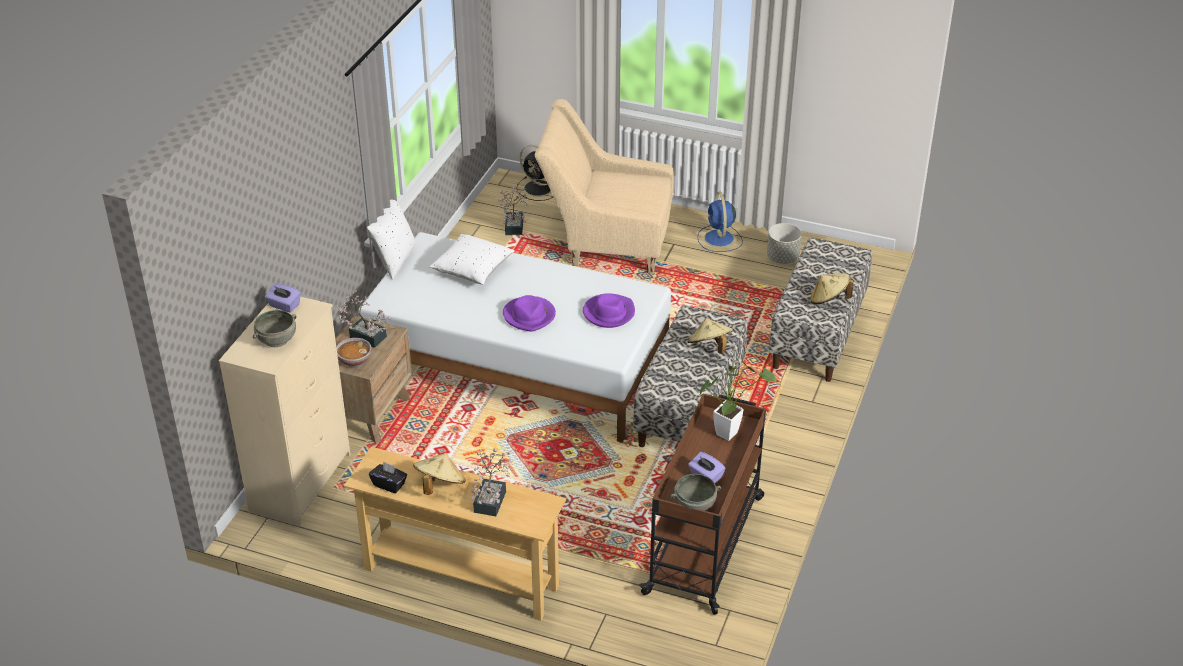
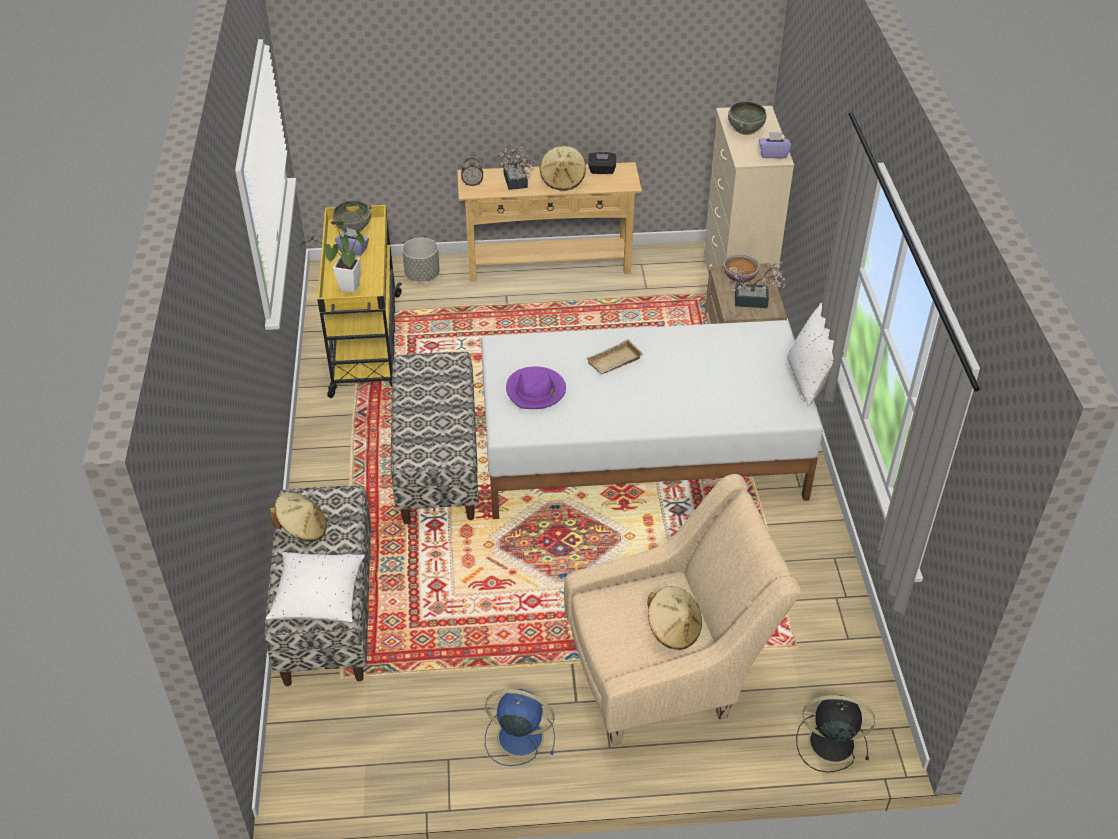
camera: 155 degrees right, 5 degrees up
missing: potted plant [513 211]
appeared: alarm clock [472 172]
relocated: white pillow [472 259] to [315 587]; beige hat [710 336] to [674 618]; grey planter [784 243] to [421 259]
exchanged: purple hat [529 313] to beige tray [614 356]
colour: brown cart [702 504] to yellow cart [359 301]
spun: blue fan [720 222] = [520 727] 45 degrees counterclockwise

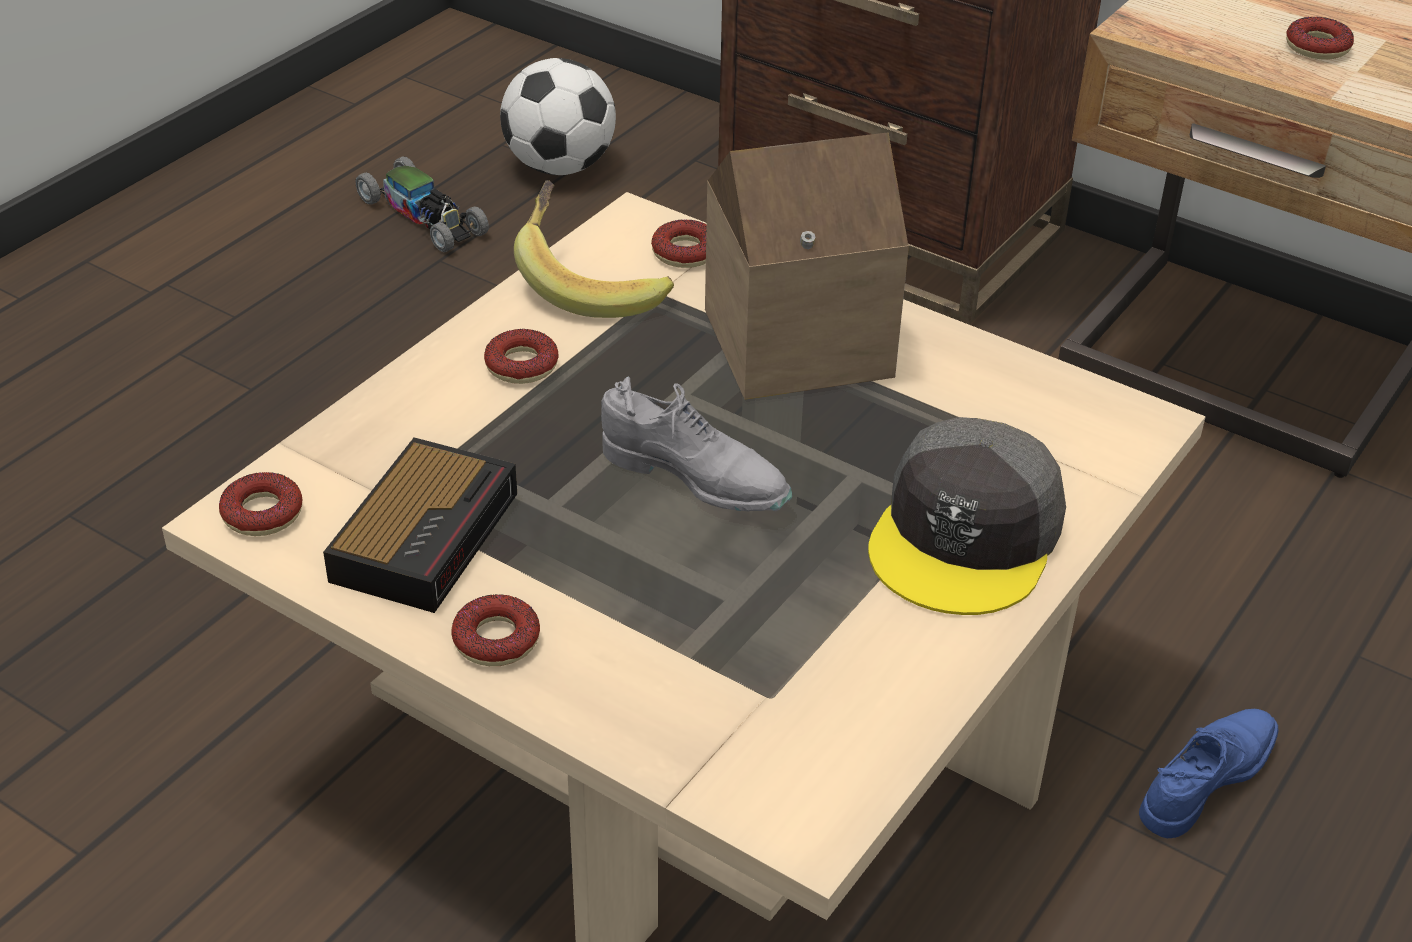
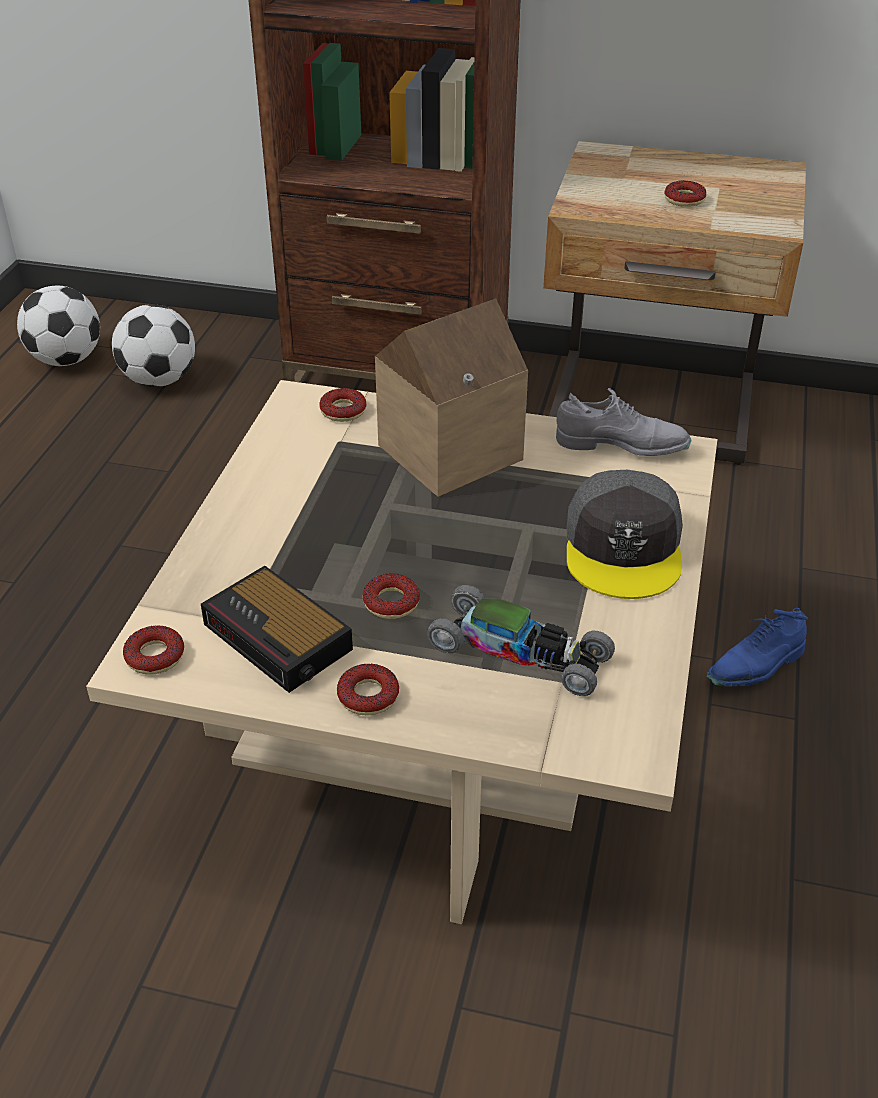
camera: 20 degrees left, 0 degrees up
missing: banana [594 249]
appeared: football [58 326]
relocated: toy car [422 204] to [521 640]; donut [521 356] to [391 596]; grey shoe [696 444] to [623 422]
spun: alarm clock [420 525] = [277 629] 135 degrees clockwise; blue shoe [1208 773] = [757 647] 150 degrees counterclockwise

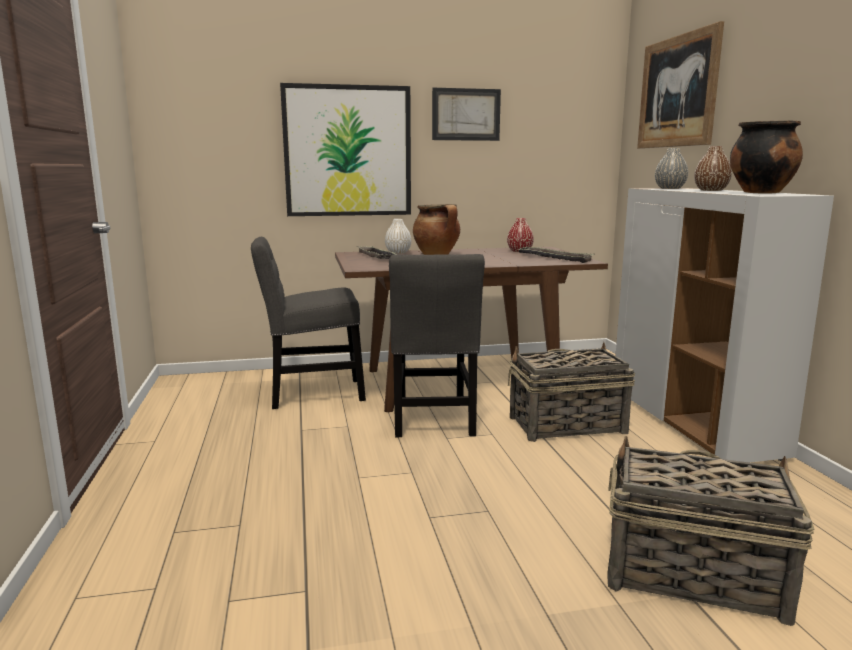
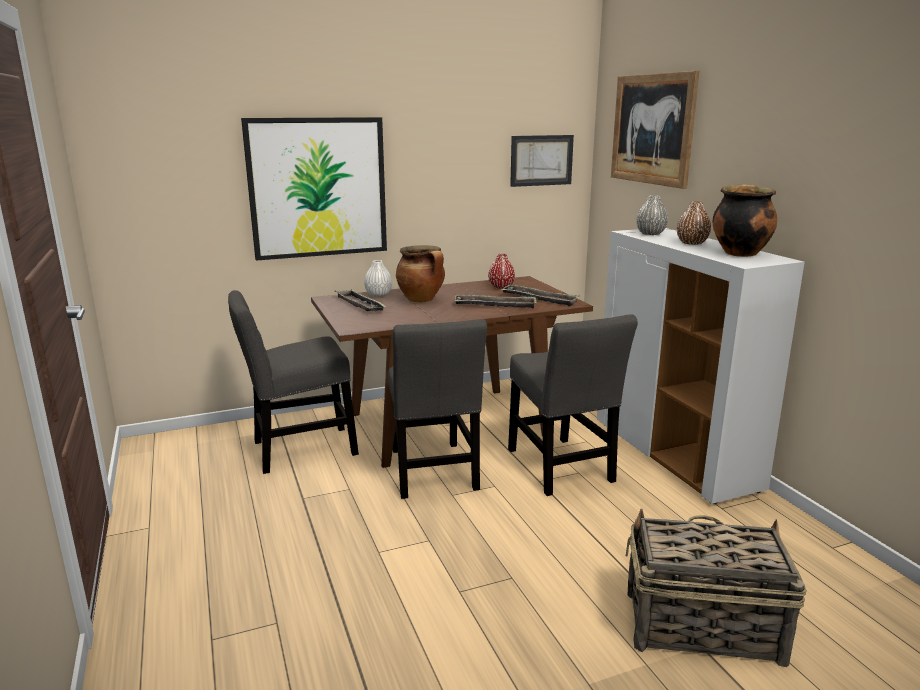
camera: 10 degrees left, 5 degrees up
appeared: tray [495 302]
relocated: picture [466 114] to [542 161]
exchanged: basket [571 392] to grey chair [573 405]

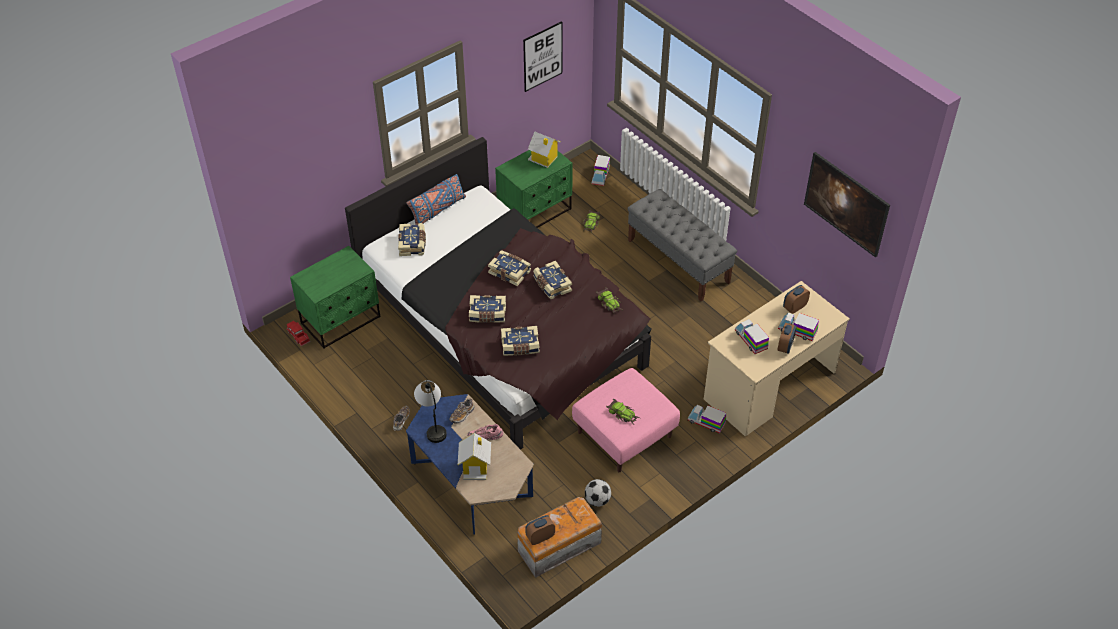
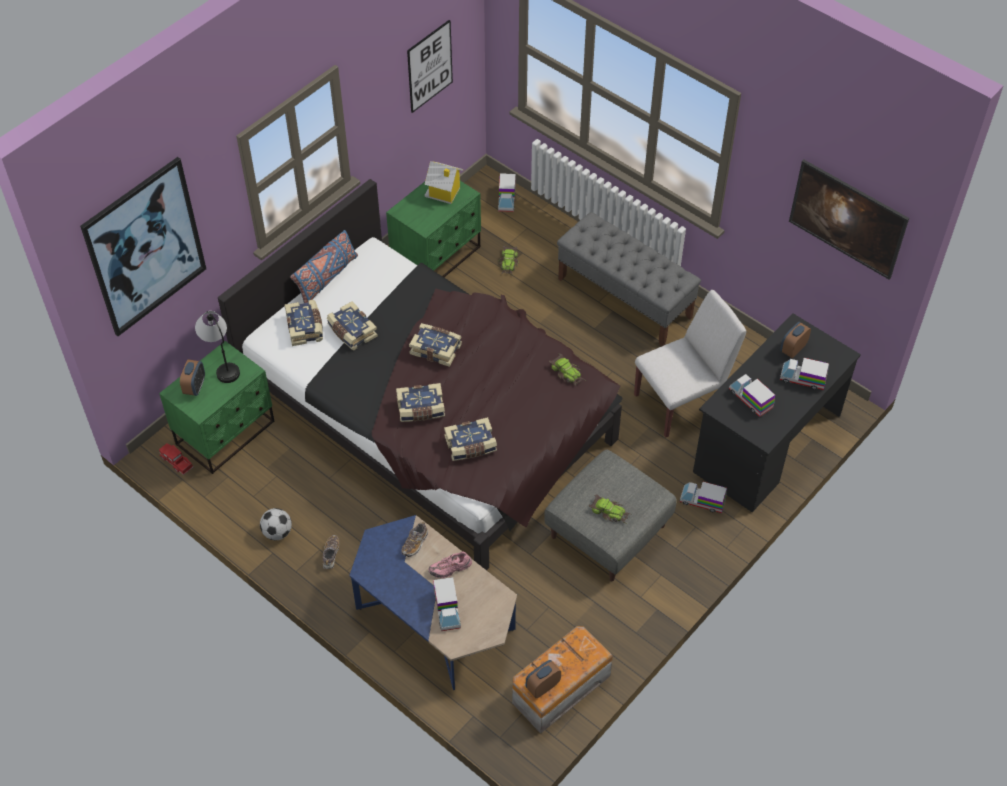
camera: 10 degrees left, 5 degrees up
appeared: picture [143 246]; white chair [690 363]
relocated: table lamp [430 411] to [217 347]; book [552 280] to [352 326]; football [598 493] to [276 524]; alarm clock [787 338] to [192 378]
exchanged: toy house [474 456] to toy truck [447 604]
colour: pink ottoman [626 420] to grey ottoman [610 515]; beige desk [777 359] to black desk [777 412]

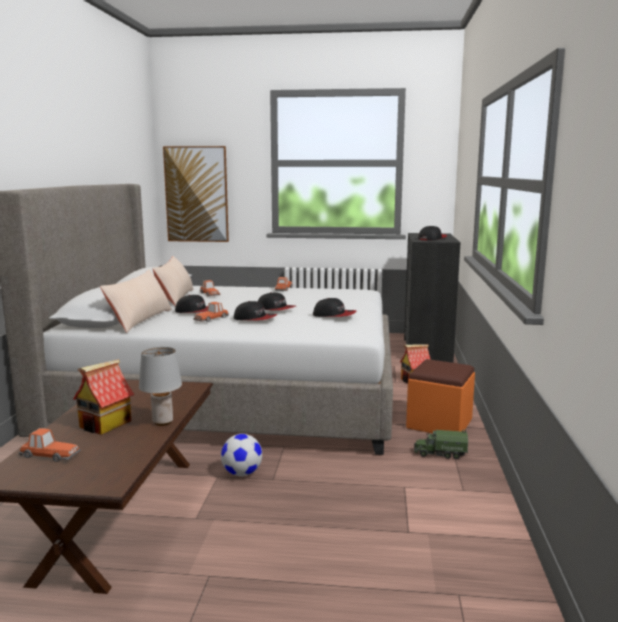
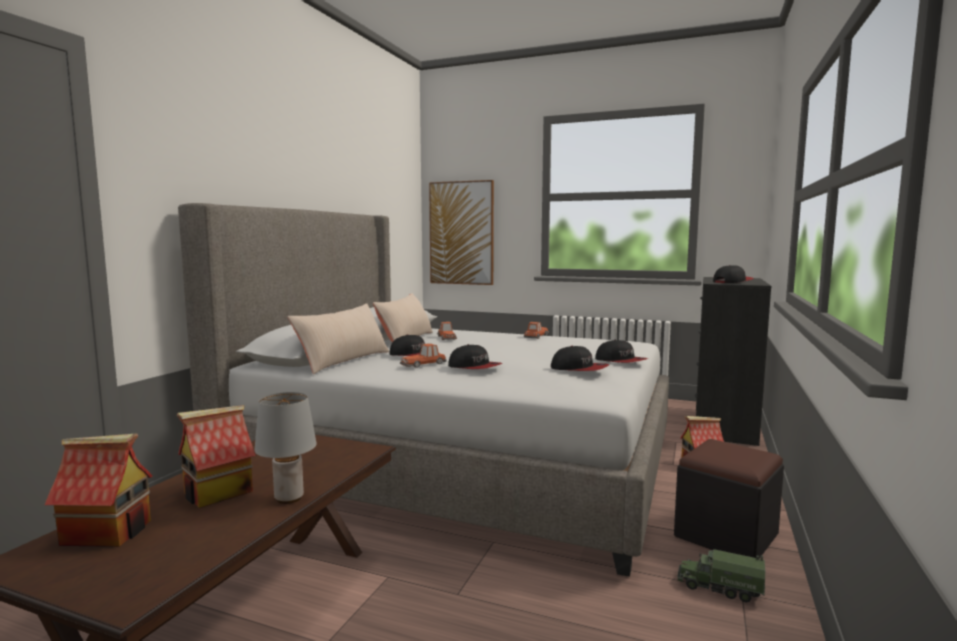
camera: 15 degrees right, 5 degrees down
missing: football [241 455]
relocated: cap [277 301] to [621 351]
exchanged: toy car [50 445] to toy house [98 490]
colour: orange ottoman [440 396] to black ottoman [729 499]

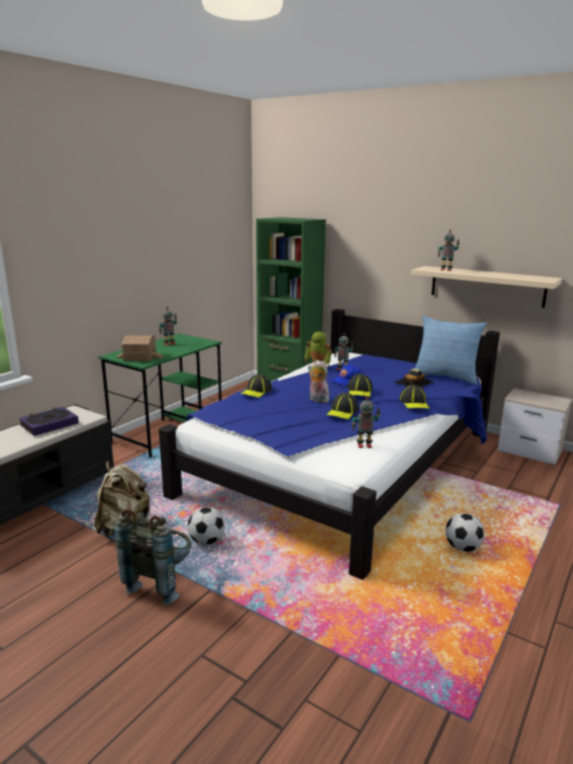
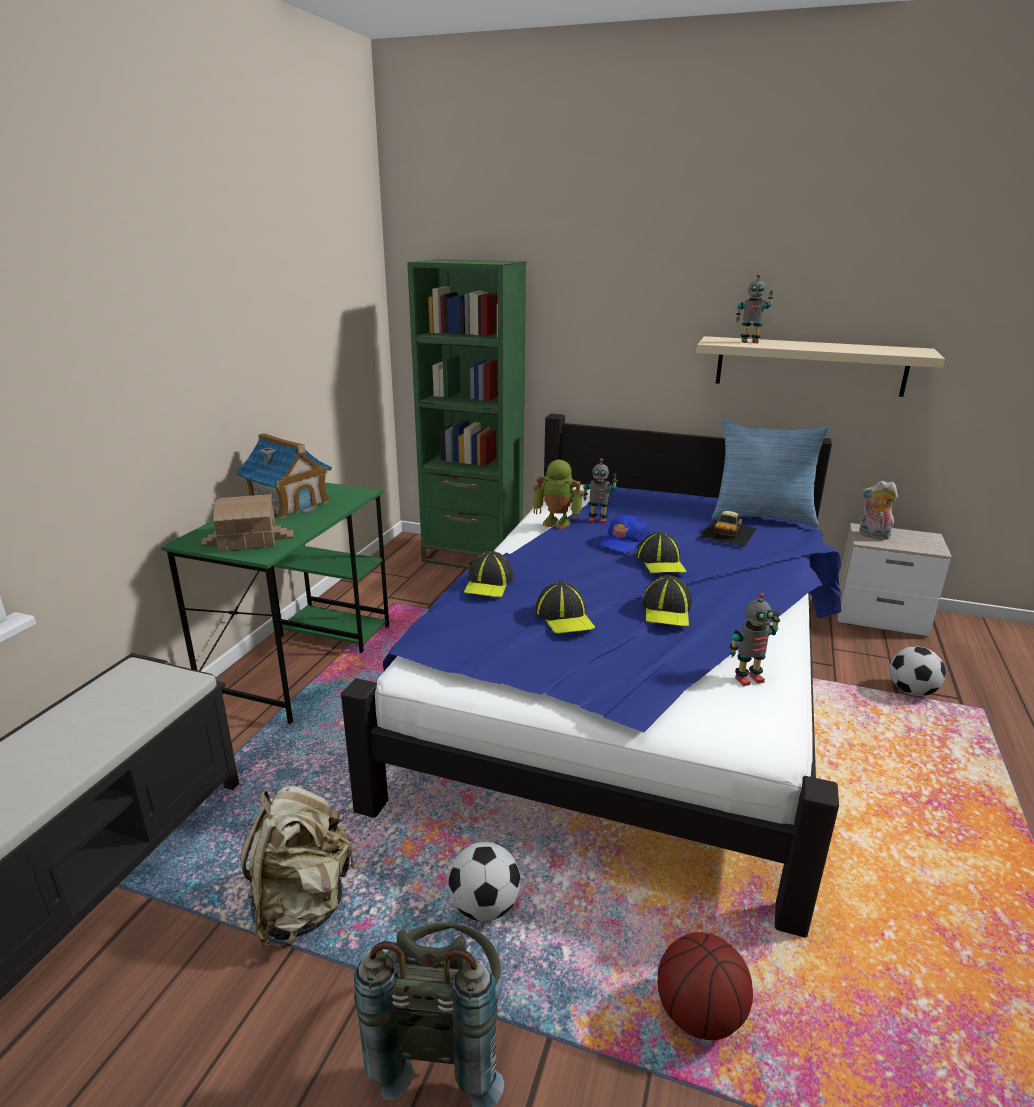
camera: 15 degrees left, 5 degrees up
missing: book [49 421]
appeared: basketball [705 986]
relocated: plush toy [318 381] to [878 510]; cap [414 397] to [565 607]; football [465 532] to [917 671]
exchanged: toy robot [168 326] to toy house [284 475]

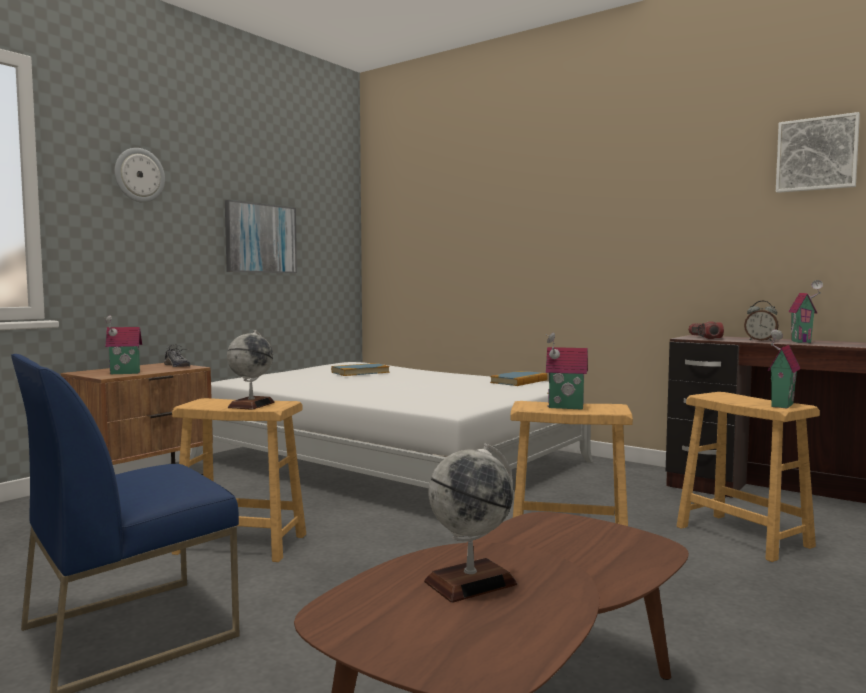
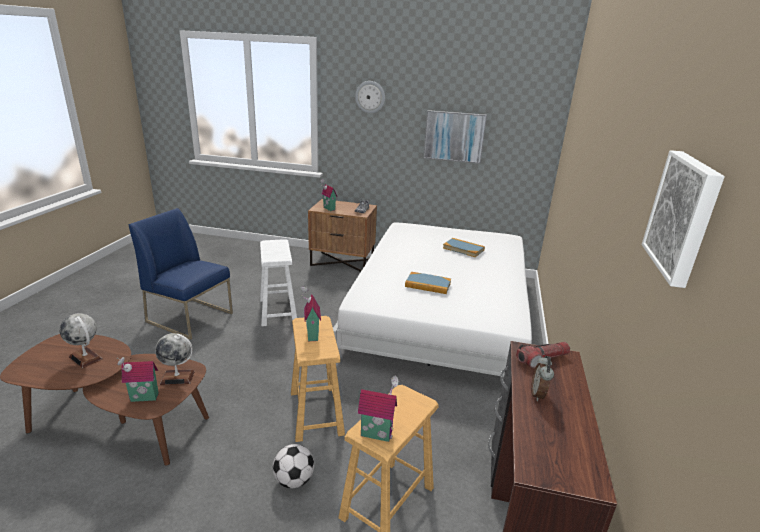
camera: 65 degrees right, 20 degrees up
appeared: football [293 466]
relocated: globe [251 370] to [175 359]; book [519 378] to [428 283]; toy house [805 311] to [138 379]
colour: brown stool [239 480] to white stool [278 282]

